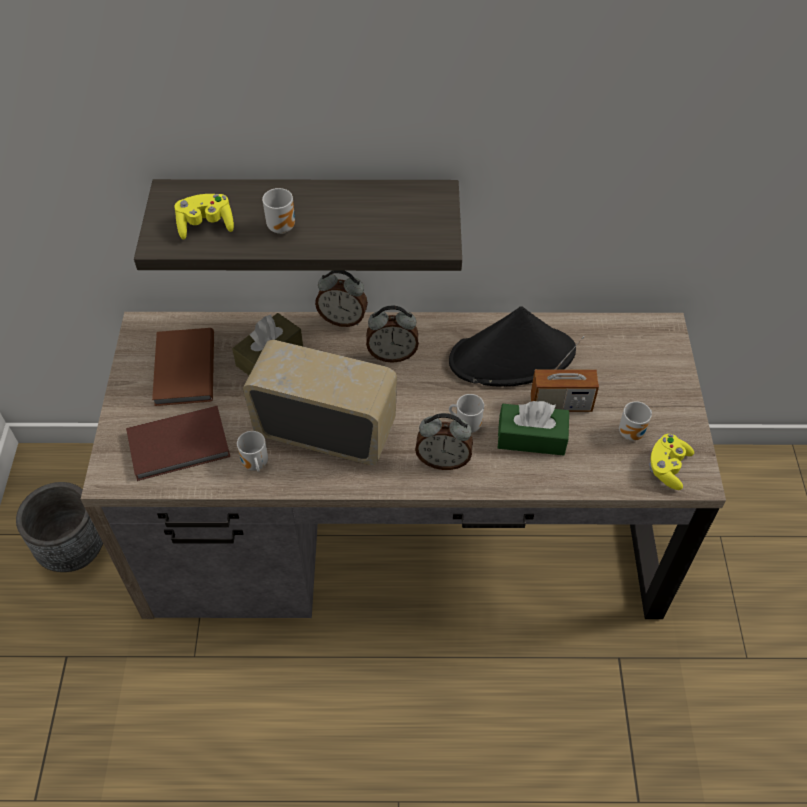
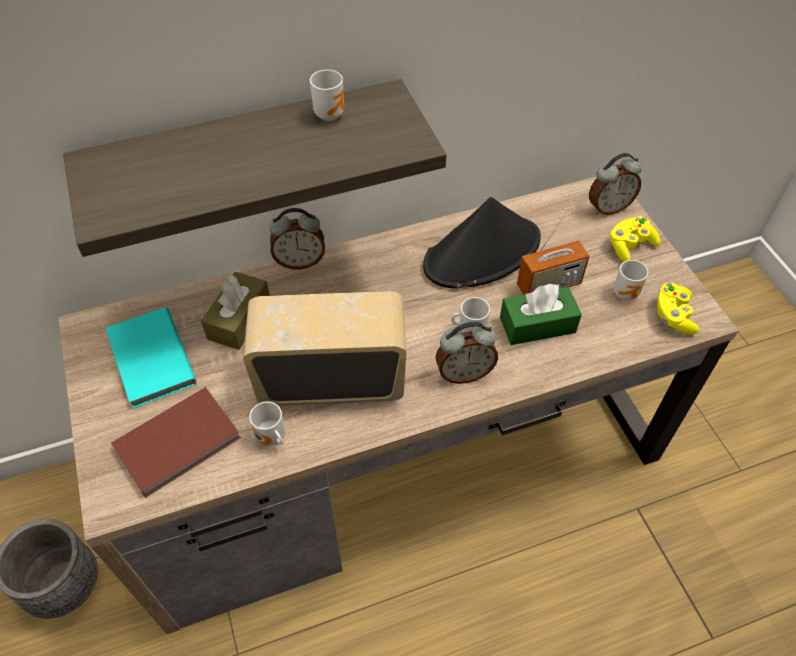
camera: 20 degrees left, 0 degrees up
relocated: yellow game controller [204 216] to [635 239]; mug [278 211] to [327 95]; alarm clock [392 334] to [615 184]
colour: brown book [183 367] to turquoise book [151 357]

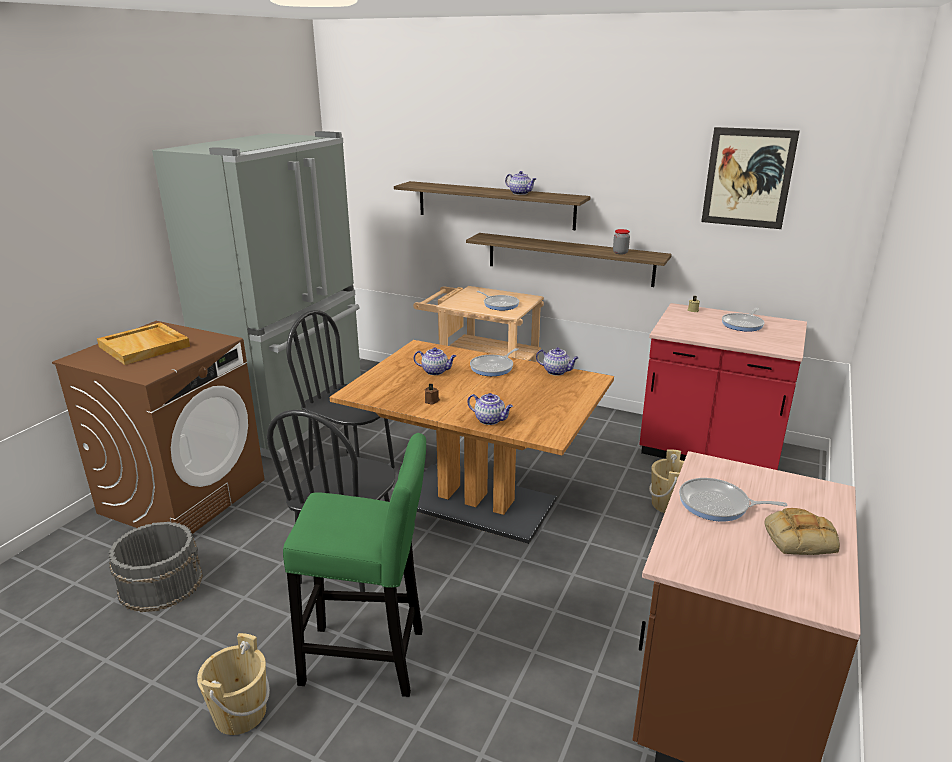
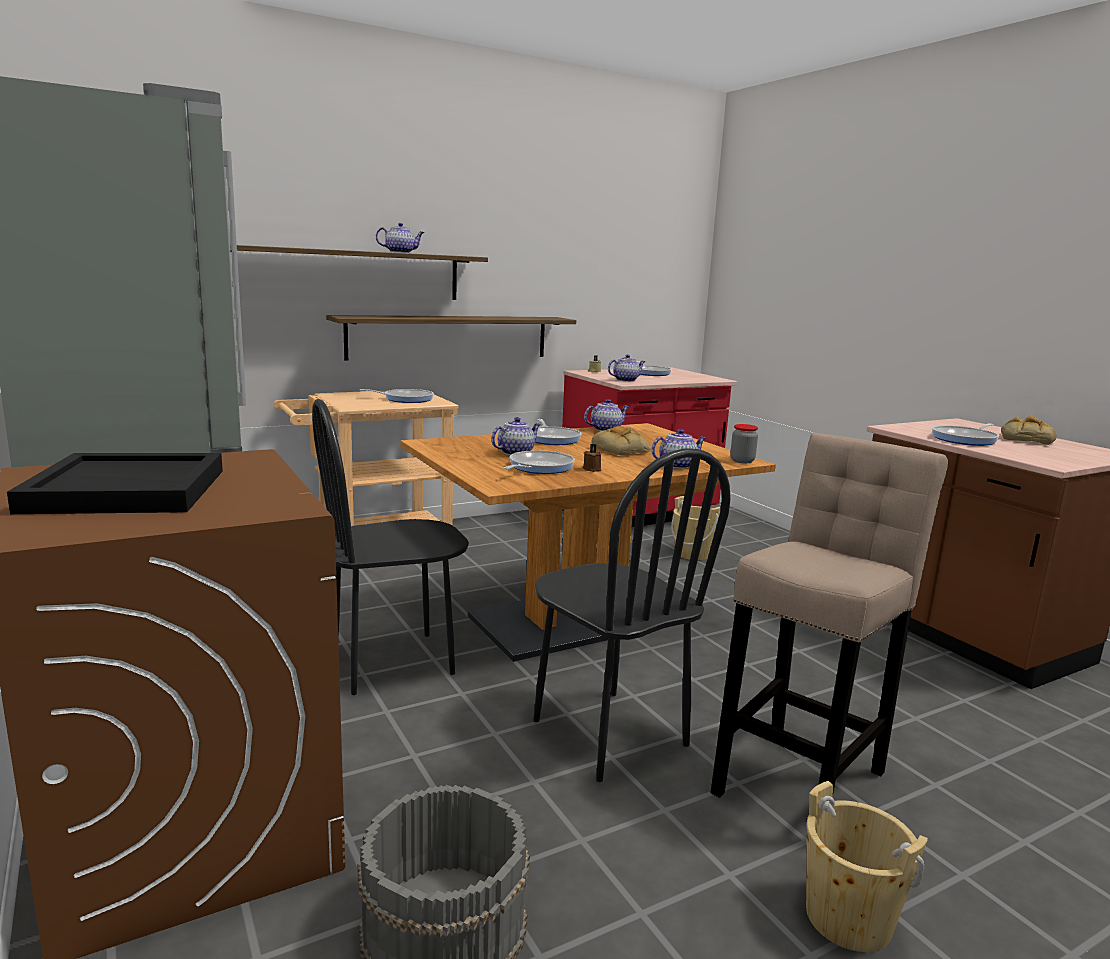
camera: 55 degrees left, 10 degrees down
missing: picture [750 178]
appeared: frying pan [539 462]; bread [621 440]; teapot [626 368]
relocated: jar [621 241] to [744 443]
colour: beige tray [143 343] to black tray [115 483]; green stool [354 565] to beige stool [829 615]

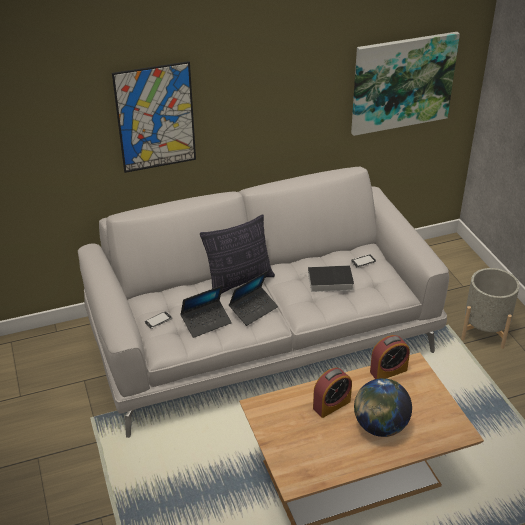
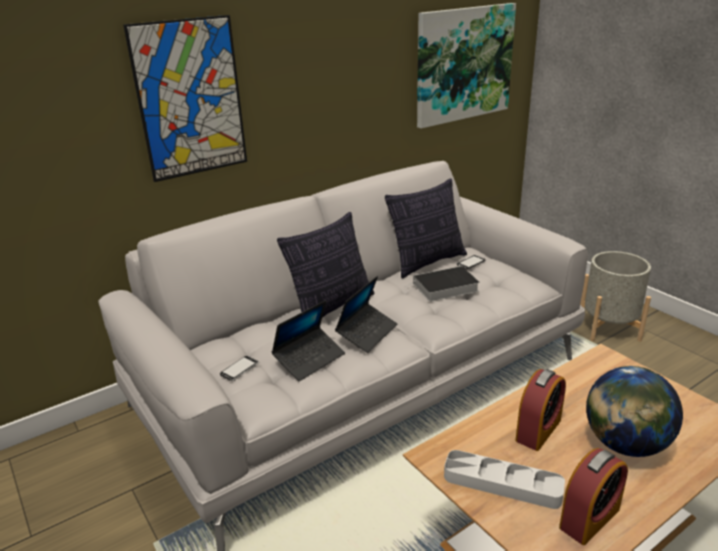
camera: 15 degrees left, 10 degrees down
appeared: pillow [426 228]; grey tray [504 479]
relocated: alarm clock [390 357] to [593 496]

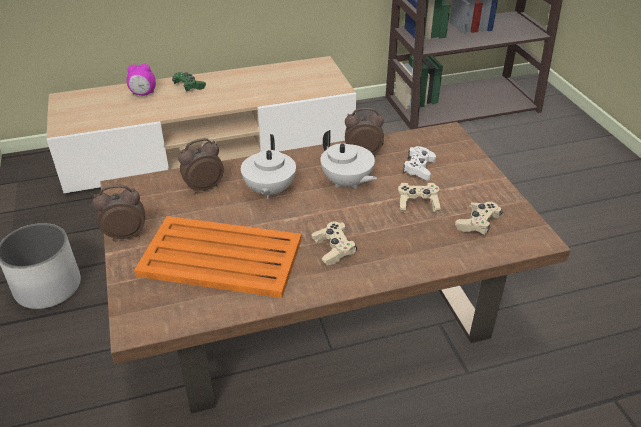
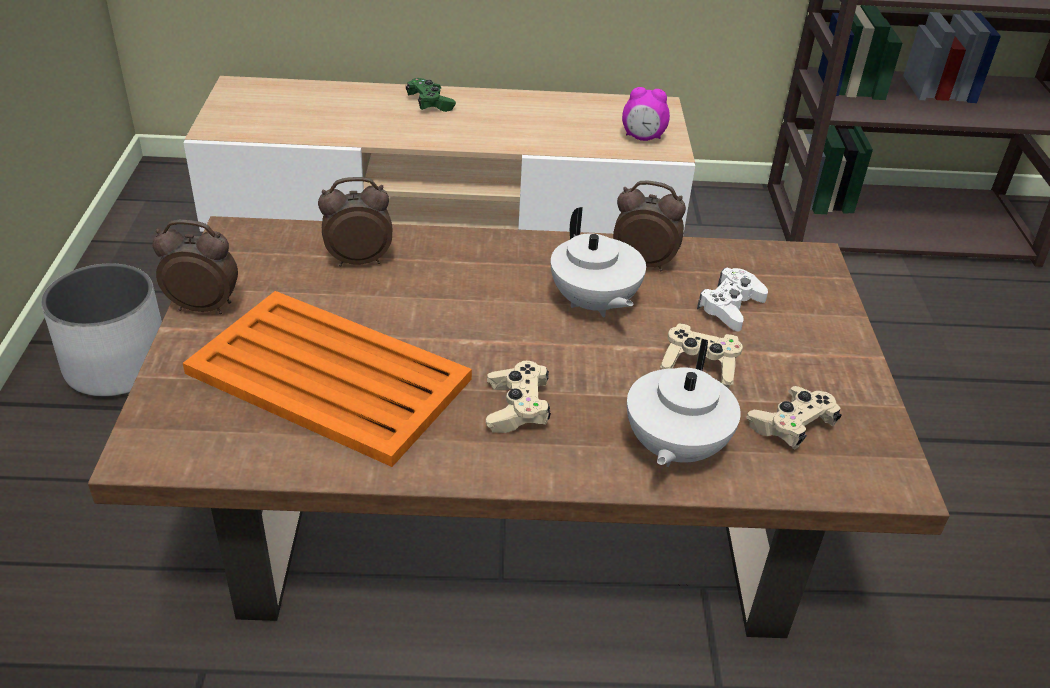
camera: 15 degrees right, 0 degrees up
relocated: alarm clock [141 80] to [646 114]; white teapot [268 166] to [684 403]

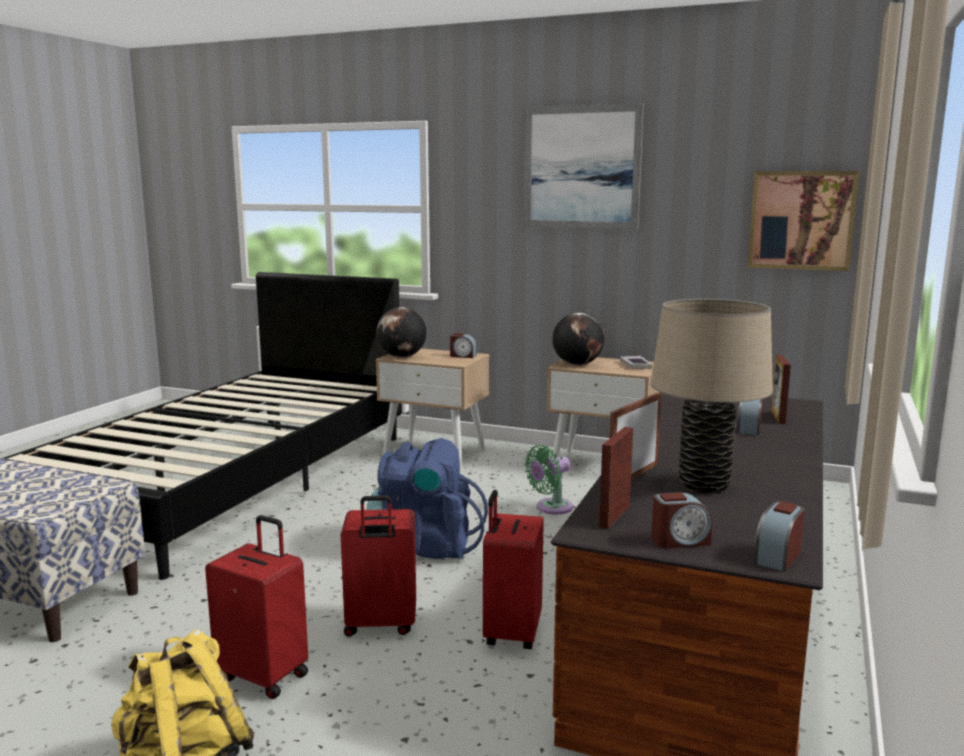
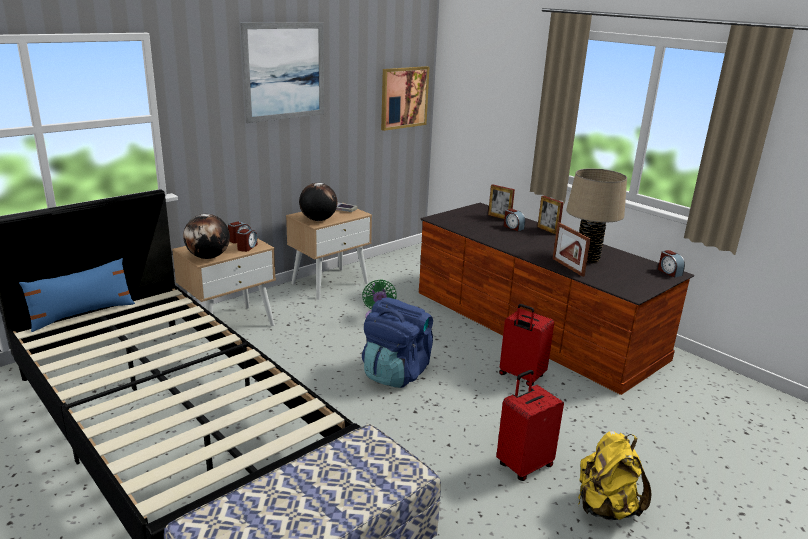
camera: 65 degrees left, 10 degrees up
missing: red suitcase [378 566]
appeared: blue pillow [77 295]
relocated: picture frame [616 478] to [550 215]; alarm clock [681 520] to [247 240]

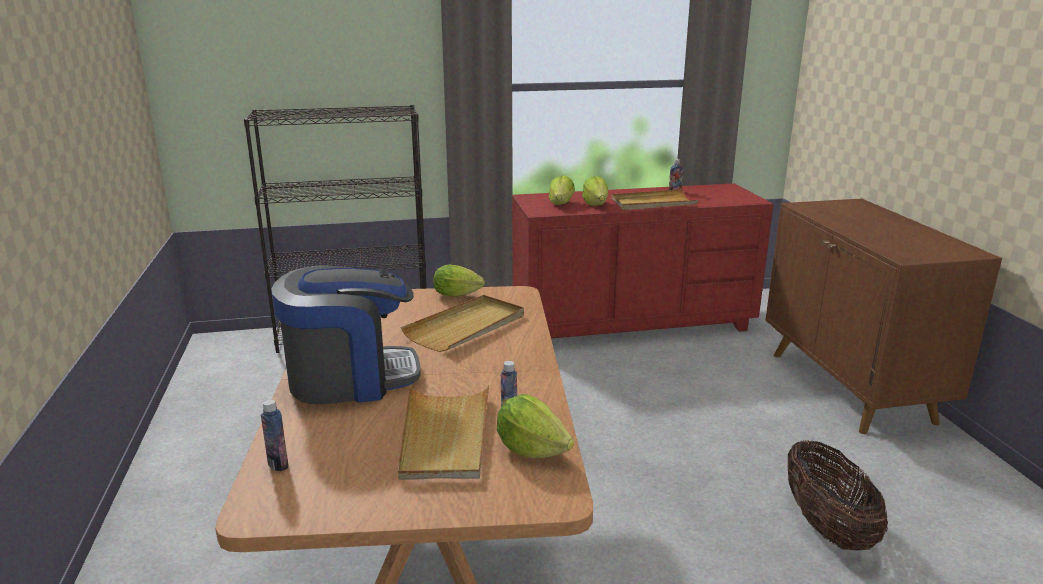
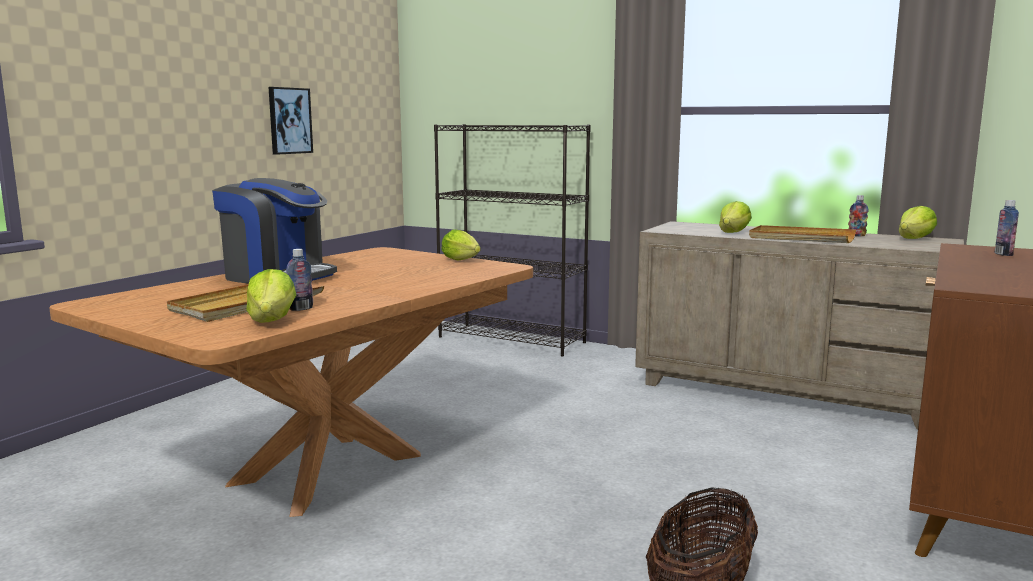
camera: 40 degrees right, 10 degrees down
missing: beige tray [462 323]
appeared: picture [290 121]
relocated: bottle [275 435] to [1006 228]; lettuce [562 190] to [918 222]
colour: red dresser [642 261] to beige dresser [799 325]

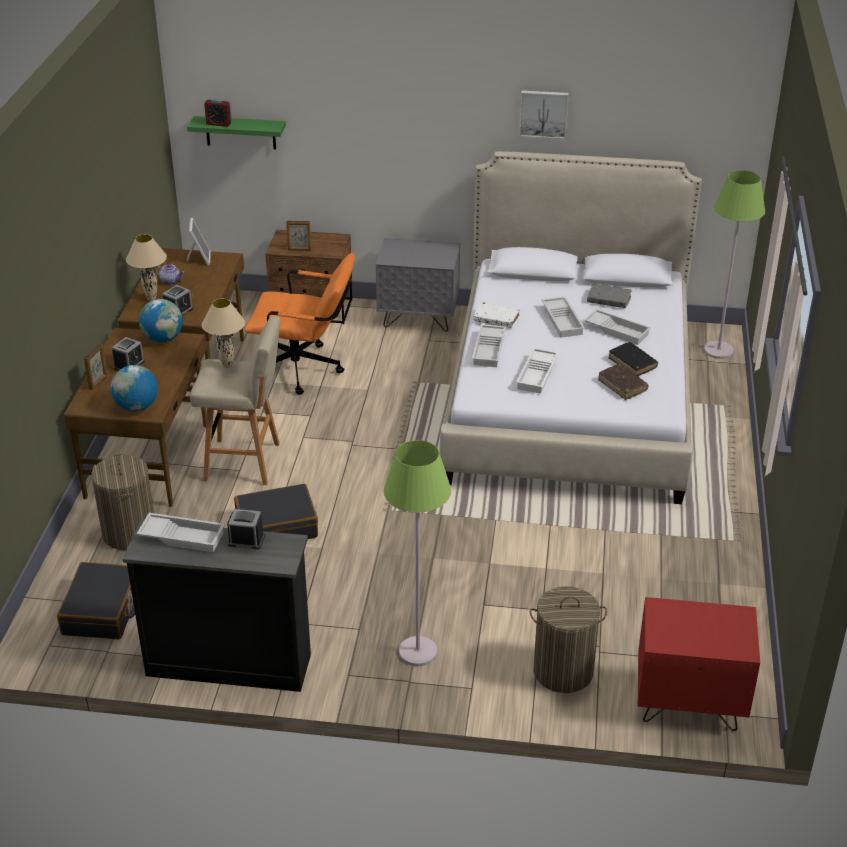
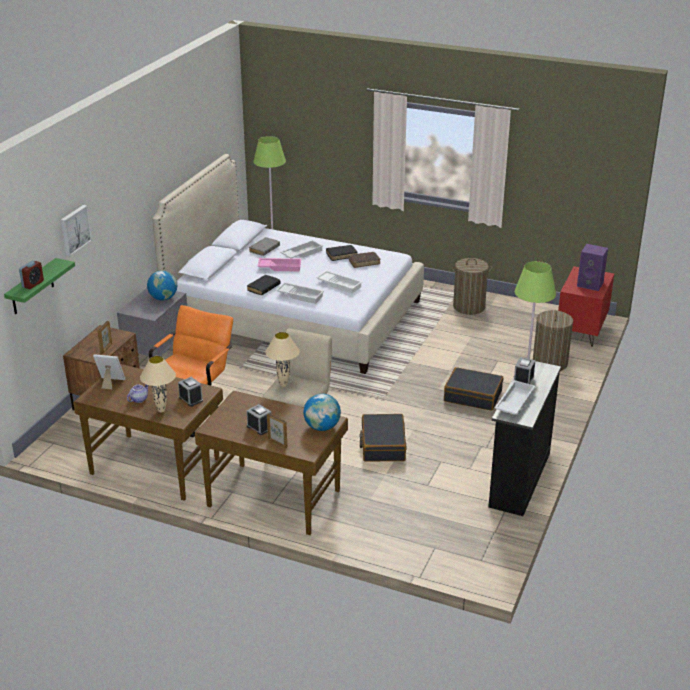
camera: 75 degrees left, 5 degrees down
appeared: purple speaker [592 267]
relocated: black suitcase [96 601] to [473 389]; laundry basket [122 502] to [471 286]; globe [161 320] to [162 285]; picture [544 114] to [76 230]
colour: white book [496 315] to black book [263 285]; white tray [563 317] to pink tray [279 264]

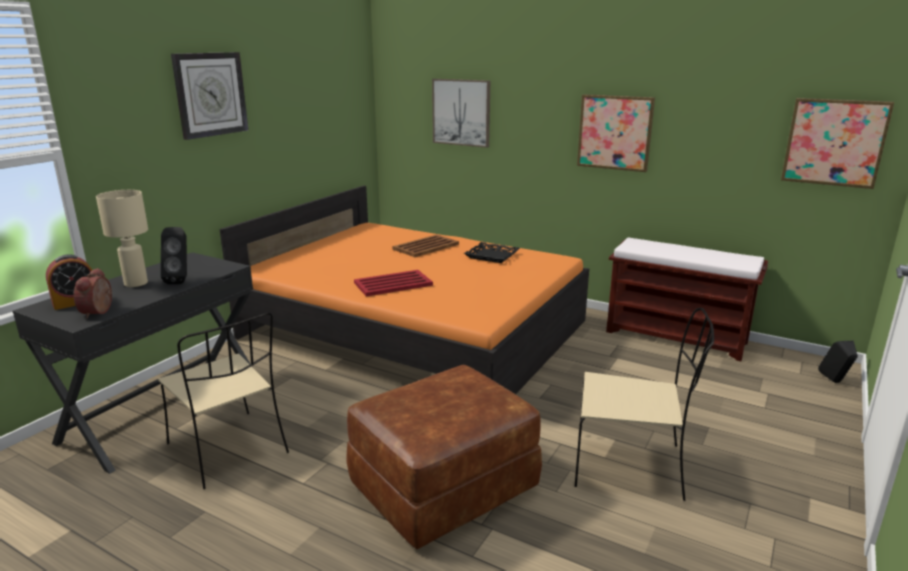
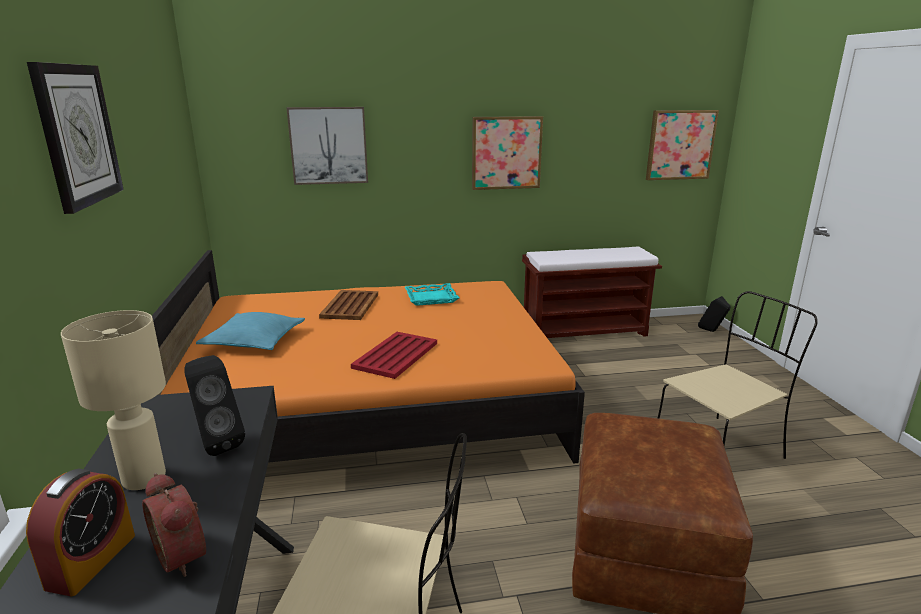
camera: 40 degrees left, 0 degrees up
appeared: turquoise pillow [250 331]
colour: black tray [492 252] to turquoise tray [432 294]

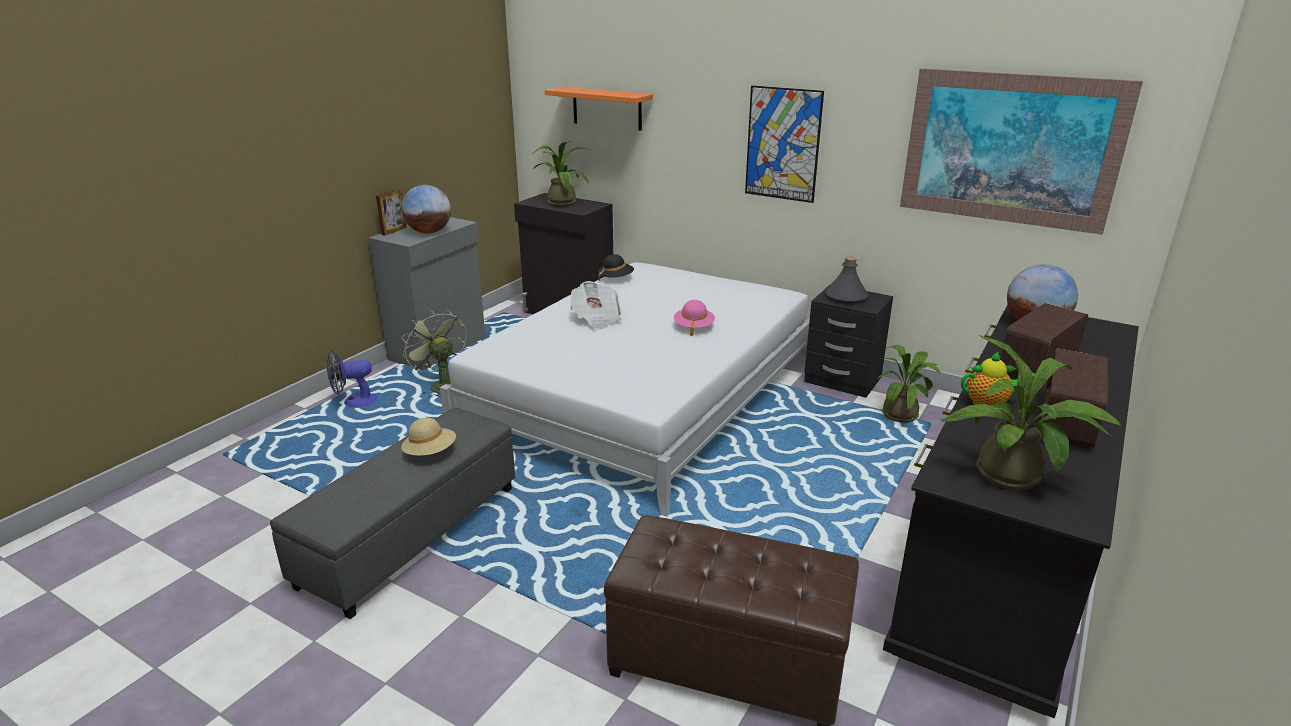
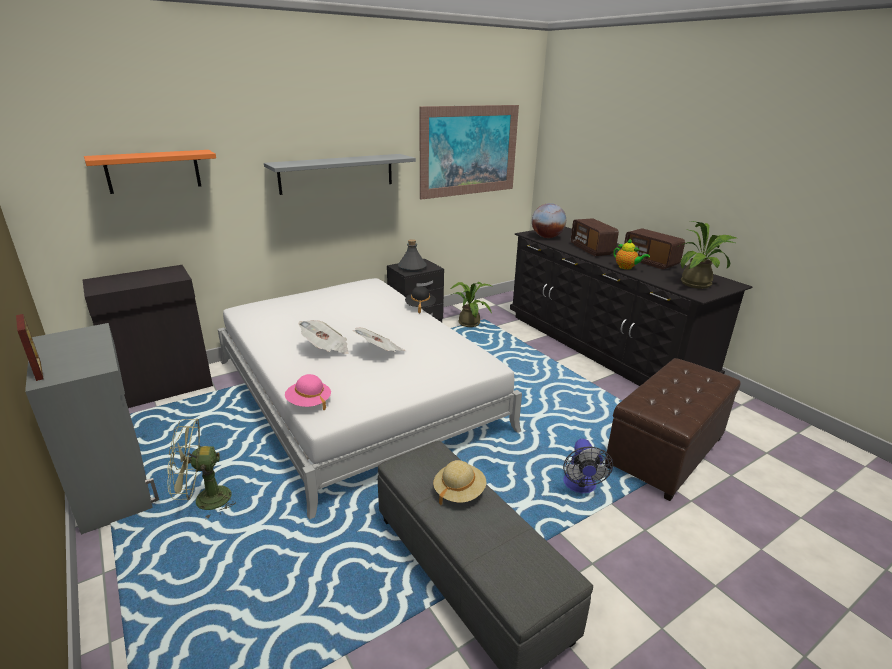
camera: 65 degrees left, 0 degrees up
missing: globe [426 209]; potted plant [560 174]
appeared: newspaper [378 340]
relocated: fan [352 379] to [588 466]; black hat [616 268] to [420 299]; pink hat [694 318] to [308 392]
exchanged: picture [784 144] to grey shelf [340 174]
spun: teapot [998 379] = [631 254] 105 degrees clockwise

